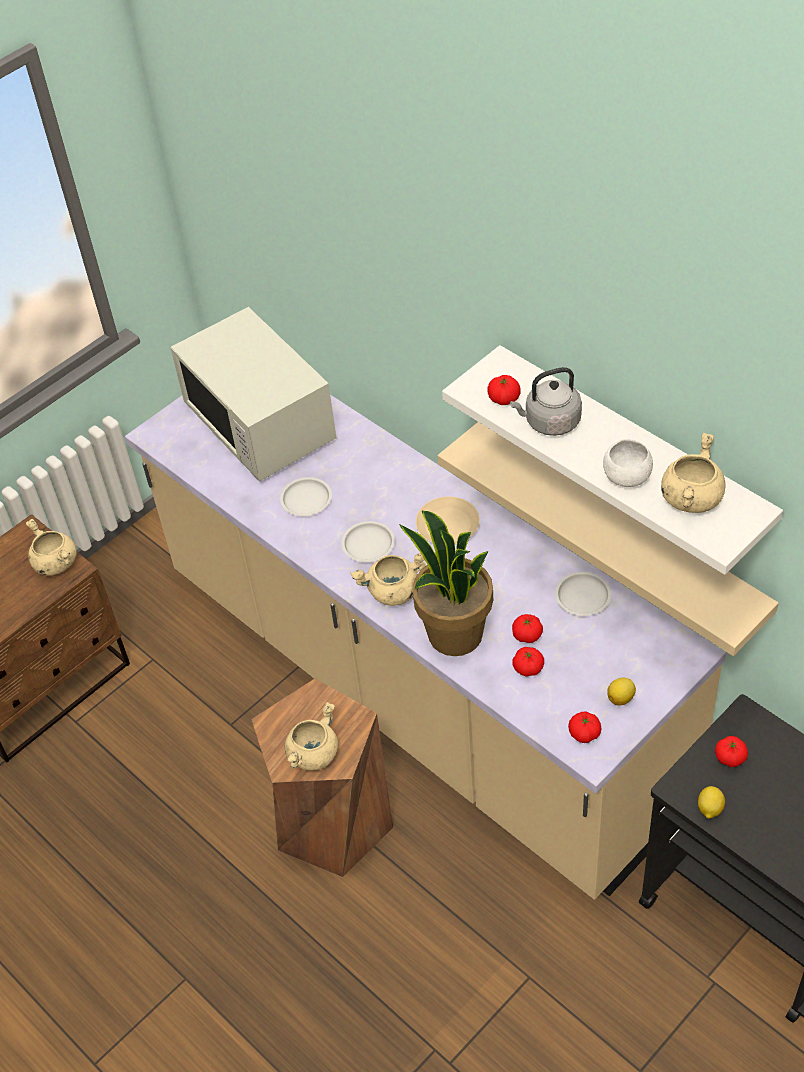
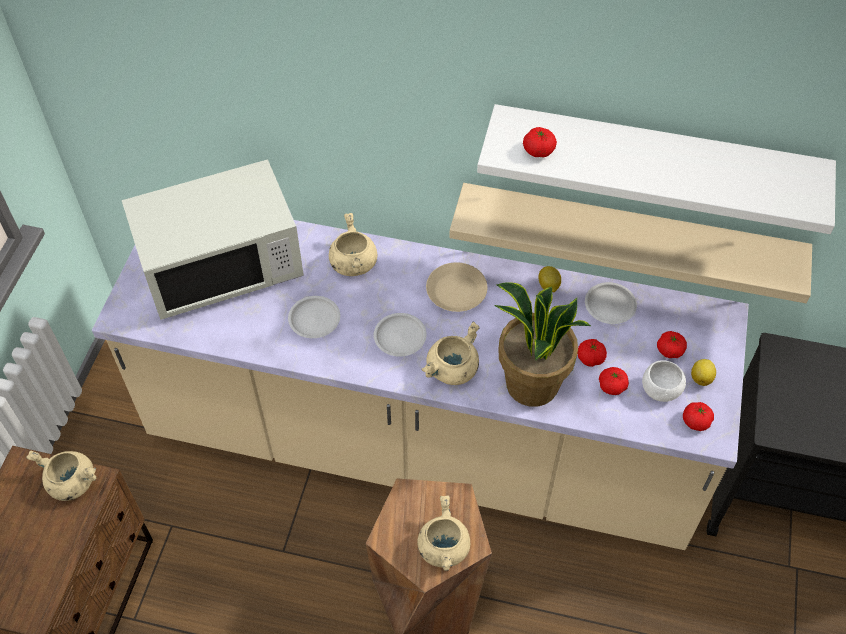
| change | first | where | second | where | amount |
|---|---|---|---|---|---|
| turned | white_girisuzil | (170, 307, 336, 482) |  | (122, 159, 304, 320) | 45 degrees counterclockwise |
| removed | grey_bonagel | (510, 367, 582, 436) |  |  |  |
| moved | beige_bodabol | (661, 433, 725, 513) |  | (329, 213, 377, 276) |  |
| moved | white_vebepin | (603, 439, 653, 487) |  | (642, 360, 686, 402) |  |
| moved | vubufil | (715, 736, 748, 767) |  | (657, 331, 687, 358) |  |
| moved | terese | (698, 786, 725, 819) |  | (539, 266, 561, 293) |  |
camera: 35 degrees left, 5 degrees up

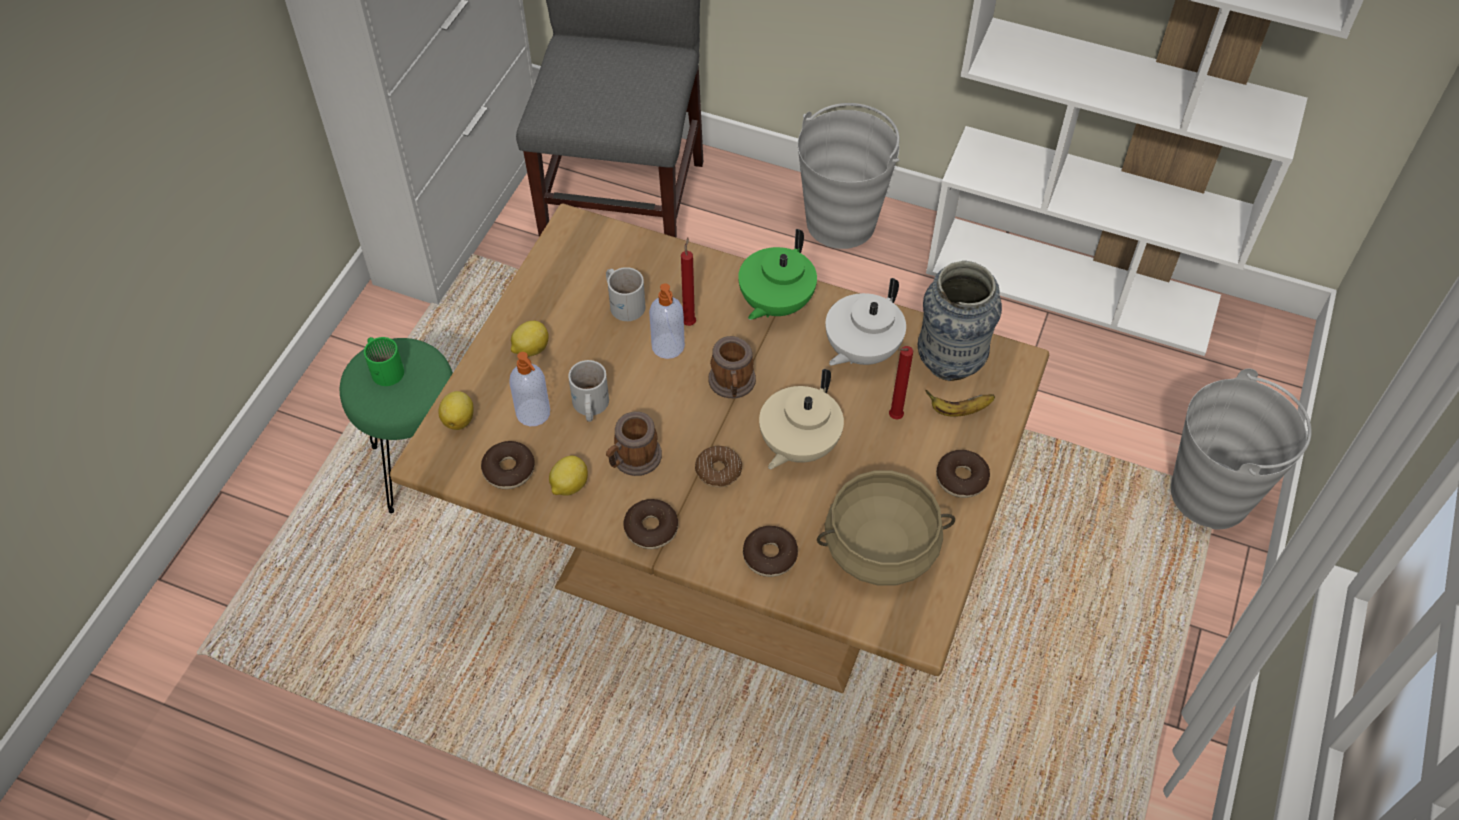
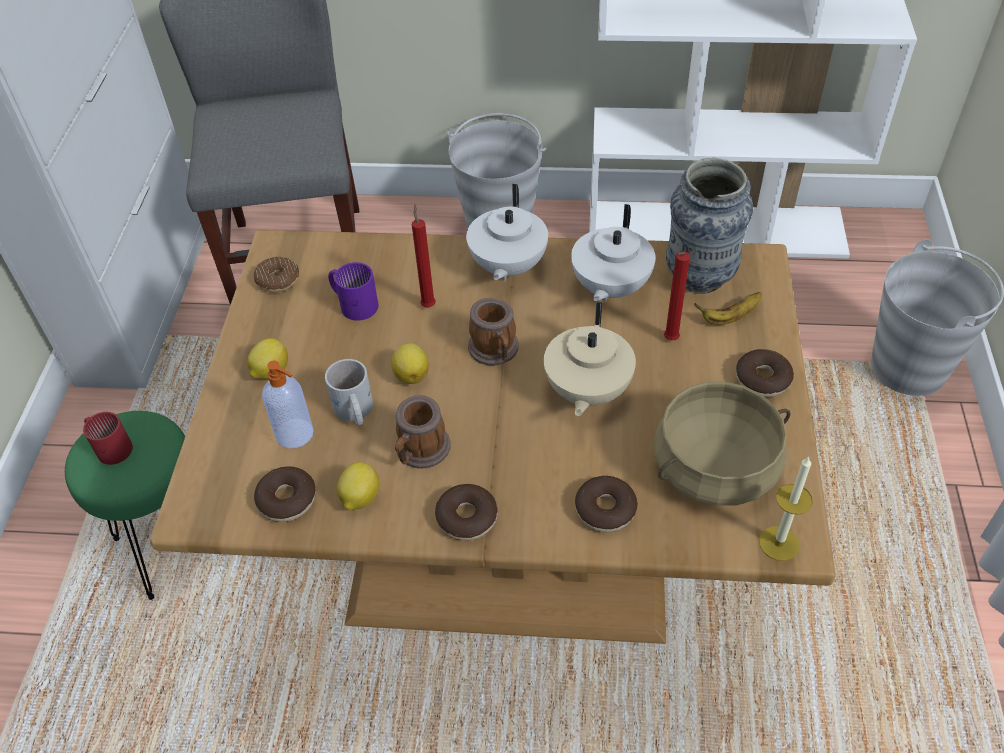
| change | first | where | second | where | amount |
|---|---|---|---|---|---|
| recoloured | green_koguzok | (738, 229, 817, 320) | white_koguzok | (466, 184, 548, 281) |  |
| recoloured | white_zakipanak | (606, 267, 646, 321) | purple_zakipanak | (328, 262, 378, 321) |  |
| removed | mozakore | (649, 283, 685, 359) |  |  |  |
| recoloured | green_zakipanak | (364, 337, 404, 386) | red_zakipanak | (83, 412, 133, 465) |  |
| moved | terese | (438, 391, 474, 430) |  | (391, 343, 429, 384) |  |
| moved | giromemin | (695, 446, 742, 487) |  | (254, 257, 299, 292) |  |
| added |  |  | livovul | (759, 457, 813, 561) |  |
camera: 15 degrees left, 5 degrees down

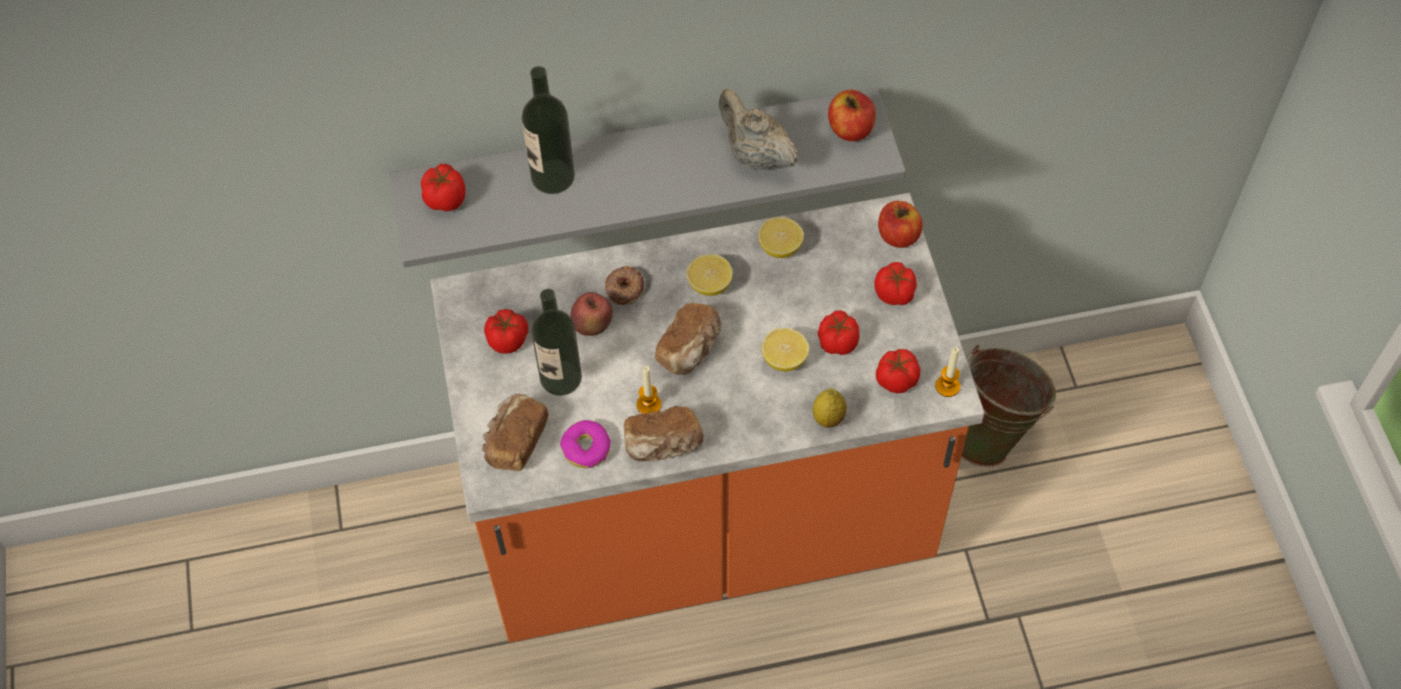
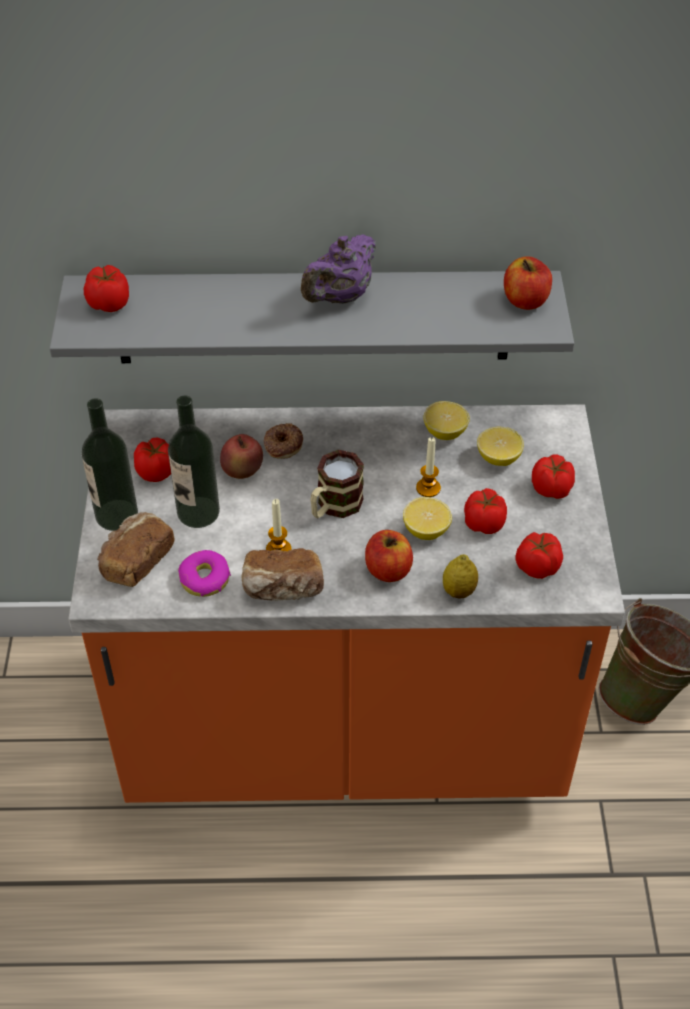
| change | first | where | second | where | amount |
|---|---|---|---|---|---|
| moved | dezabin | (522, 66, 575, 194) |  | (82, 398, 138, 531) |  |
| removed | beige_koguzok | (719, 89, 799, 170) |  |  |  |
| moved | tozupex | (878, 201, 923, 248) |  | (365, 530, 413, 582) |  |
| moved | terese | (686, 254, 733, 296) |  | (477, 427, 524, 466) |  |
| replaced | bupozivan | (655, 303, 721, 375) | zakipanak | (310, 450, 364, 518) |  |
| moved | livovul | (935, 347, 960, 397) |  | (416, 437, 441, 497) |  |
| added |  |  | purple_koguzok | (301, 234, 376, 304) |  |
camera: 10 degrees right, 10 degrees down

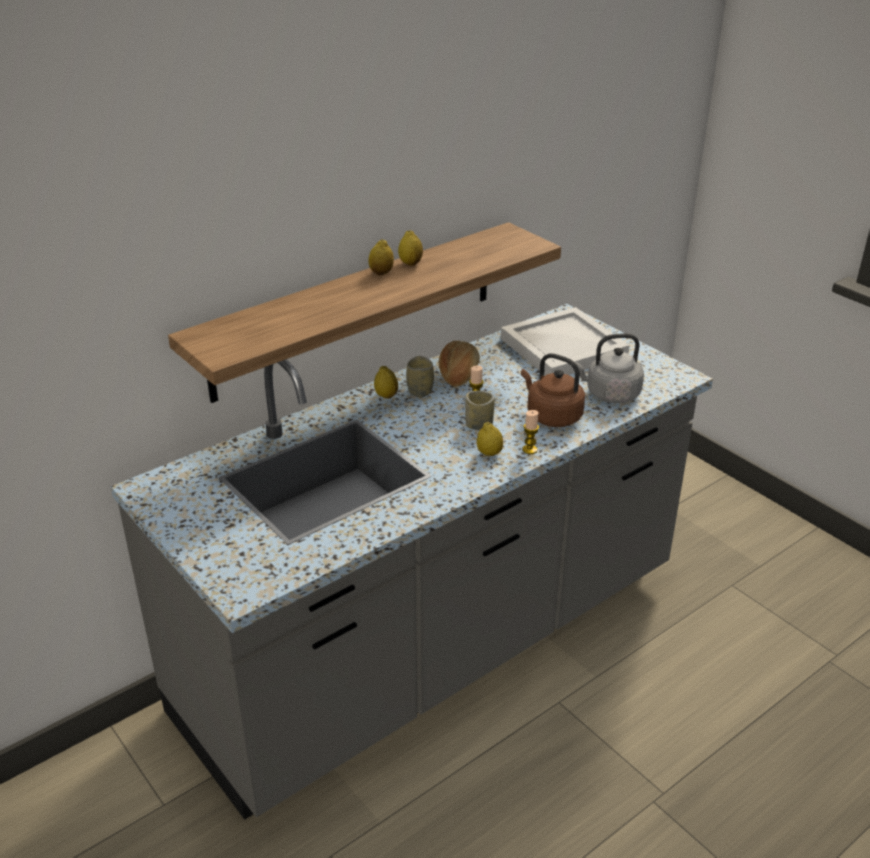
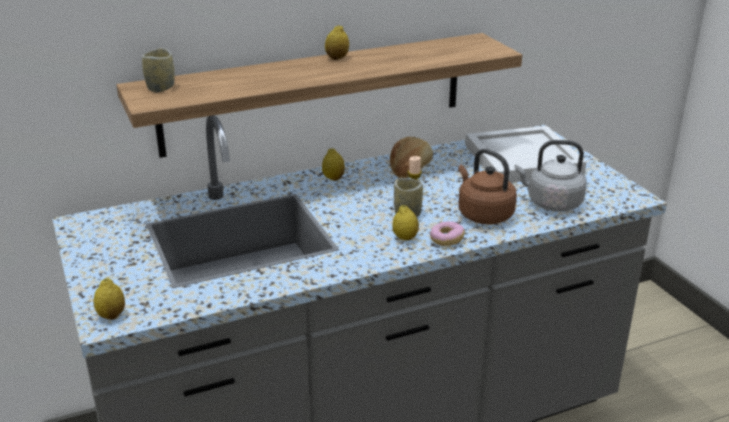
| change | first | where | second | where | amount |
|---|---|---|---|---|---|
| moved | terese | (398, 230, 423, 266) |  | (93, 278, 125, 320) |  |
| moved | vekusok | (406, 356, 434, 397) |  | (142, 48, 175, 92) |  |
| replaced | livovul | (522, 410, 539, 454) | giromemin | (430, 221, 465, 246) |  |
camera: 15 degrees right, 5 degrees down

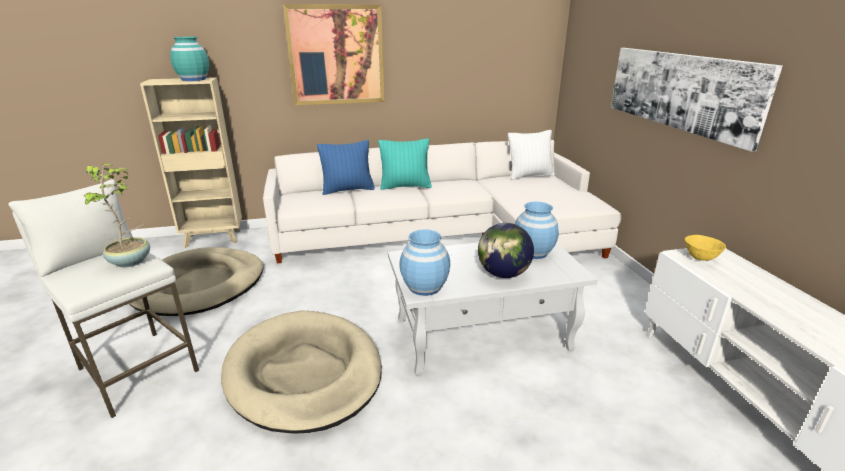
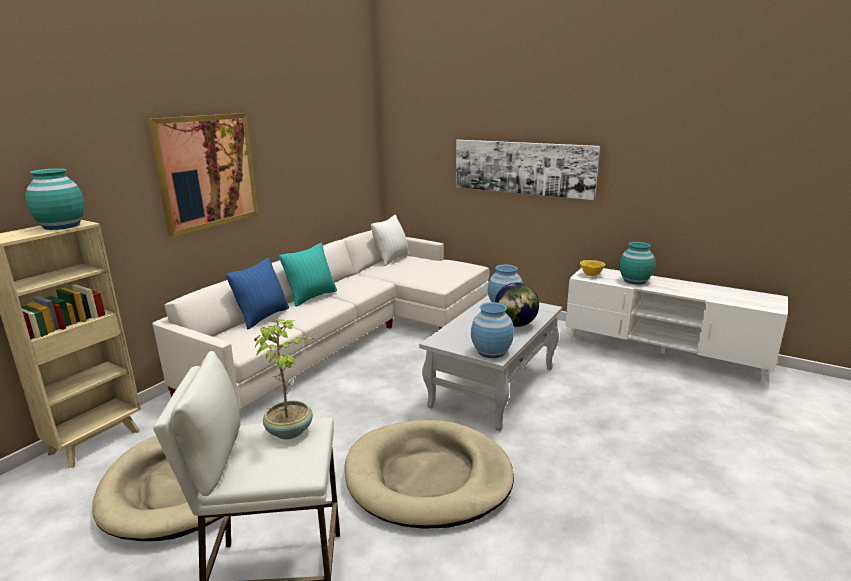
| change | first | where | second | where | amount |
|---|---|---|---|---|---|
| added |  |  | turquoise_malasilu | (619, 242, 655, 285) |  |
camera: 45 degrees left, 5 degrees down

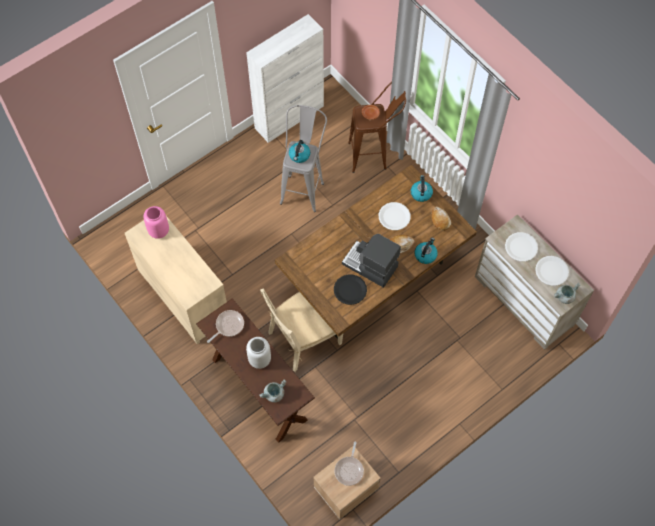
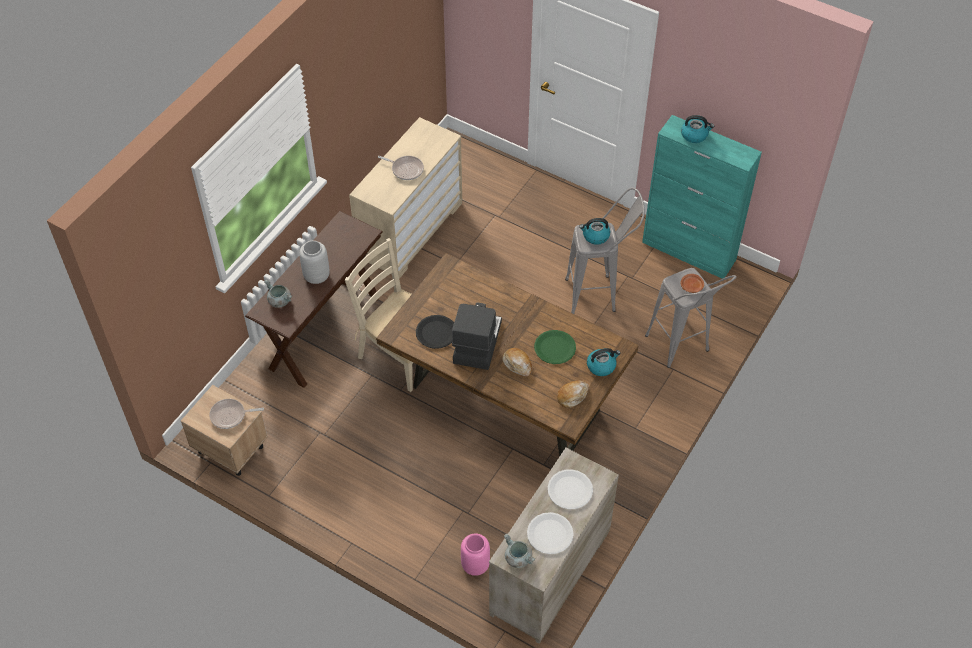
| change | first | where | second | where | amount |
|---|---|---|---|---|---|
| recoloured | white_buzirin | (246, 14, 324, 143) | turquoise_buzirin | (642, 115, 762, 279) |  |
| recoloured | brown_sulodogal | (348, 81, 406, 173) | grey_sulodogal | (645, 268, 737, 368) |  |
| recoloured | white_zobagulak | (379, 202, 411, 230) | green_zobagulak | (534, 330, 576, 364) |  |
| moved | pink_malasilu | (143, 206, 169, 239) |  | (461, 533, 490, 576) |  |
| moved | bonagel | (414, 238, 438, 264) |  | (681, 115, 714, 143) |  |
| moved | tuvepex | (207, 310, 244, 343) |  | (378, 156, 424, 180) |  |
camera: 70 degrees right, 10 degrees down

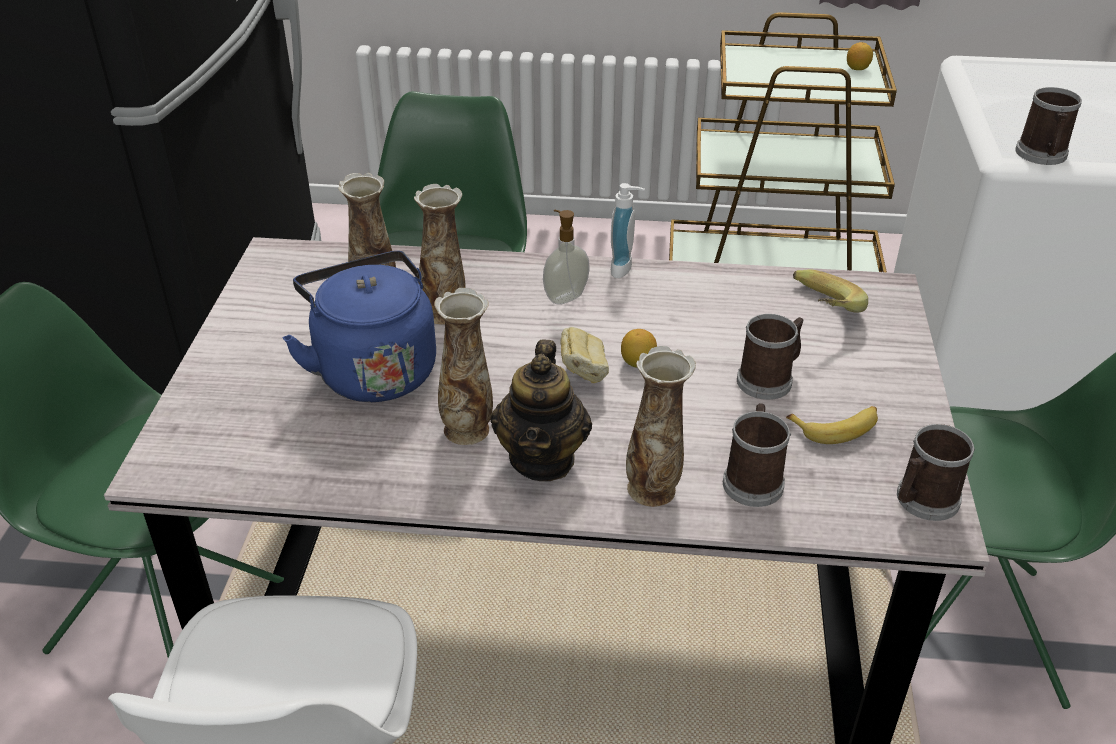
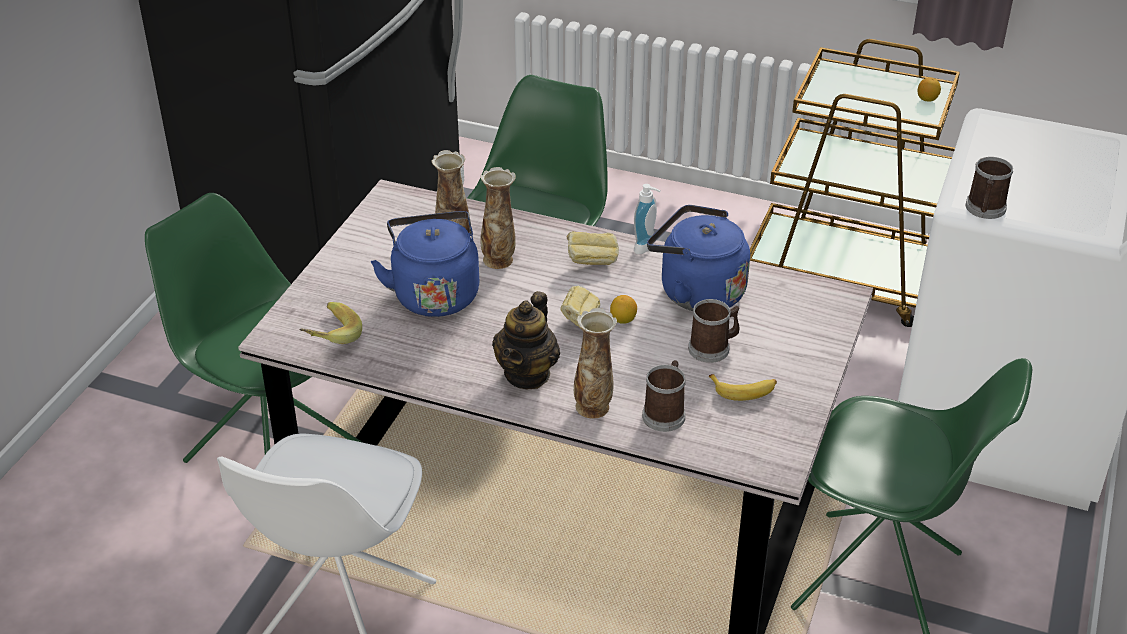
| change | first | where | second | where | amount |
|---|---|---|---|---|---|
| replaced | mozakore | (543, 210, 590, 305) | bupozivan | (567, 231, 619, 265) |  |
| moved | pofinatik | (793, 269, 868, 313) |  | (299, 302, 362, 344) |  |
| removed | malasilu | (434, 288, 493, 445) |  |  |  |
| removed | zakipanak | (897, 424, 975, 521) |  |  |  |
| added |  |  | blue_bonagel | (647, 205, 750, 311) |  |
camera: 15 degrees right, 0 degrees up

